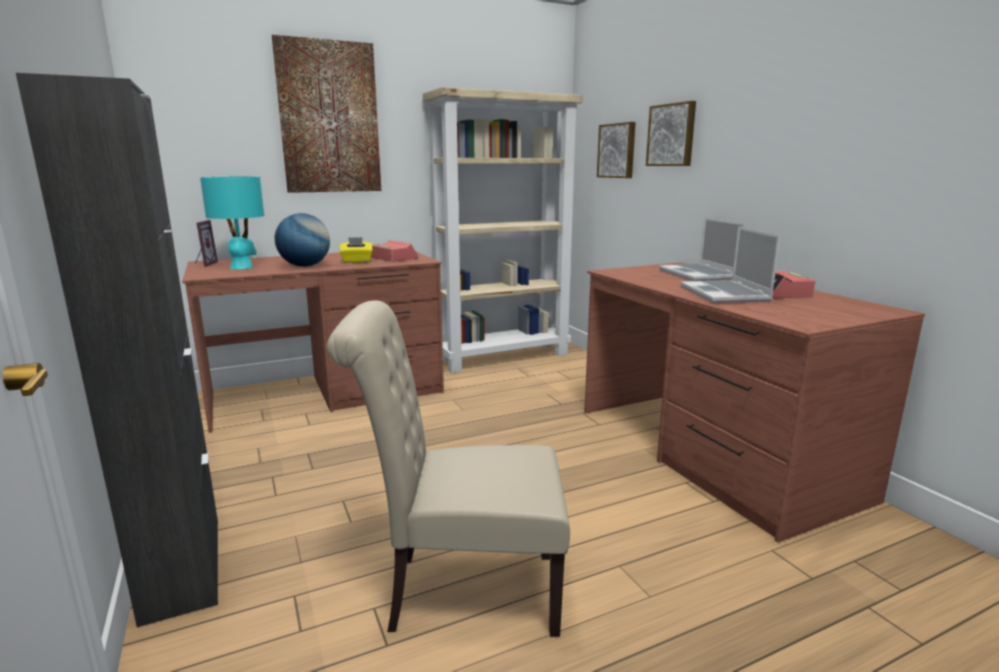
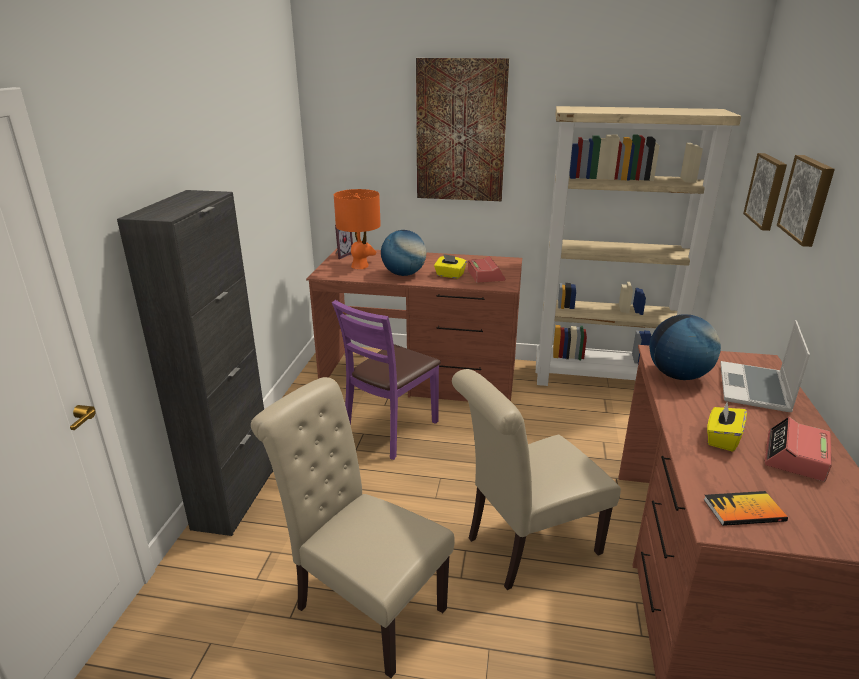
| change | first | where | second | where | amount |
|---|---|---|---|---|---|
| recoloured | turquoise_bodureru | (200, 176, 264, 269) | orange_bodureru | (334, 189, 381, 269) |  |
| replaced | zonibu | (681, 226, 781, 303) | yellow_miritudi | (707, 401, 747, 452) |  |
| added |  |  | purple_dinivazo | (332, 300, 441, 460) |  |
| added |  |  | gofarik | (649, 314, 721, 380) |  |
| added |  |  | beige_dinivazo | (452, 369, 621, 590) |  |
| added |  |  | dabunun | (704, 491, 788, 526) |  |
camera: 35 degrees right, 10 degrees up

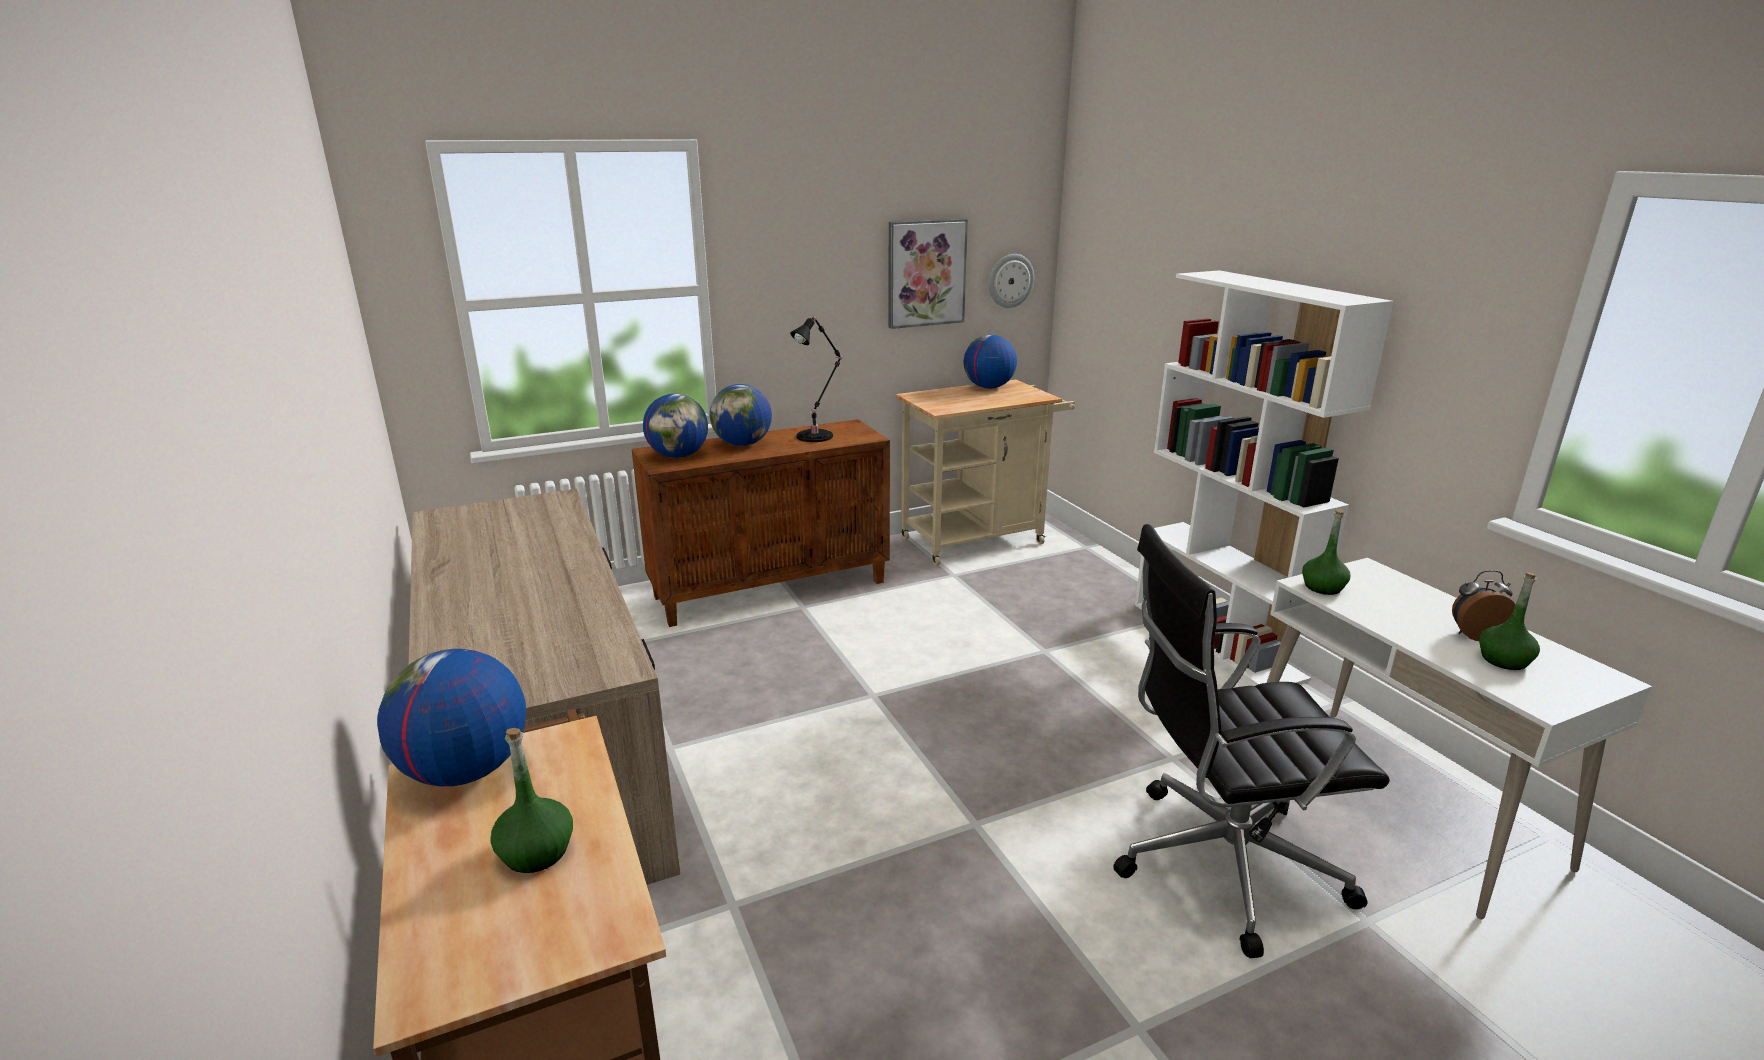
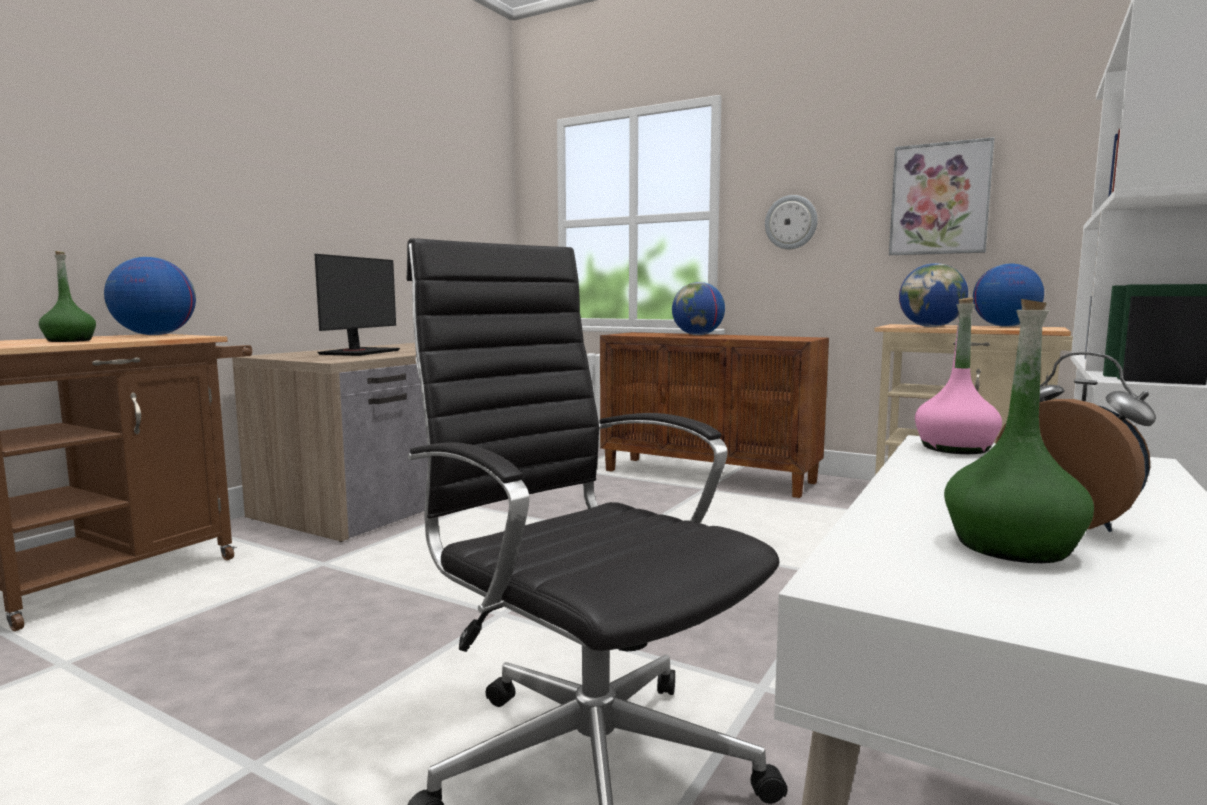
| change | first | where | second | where | amount |
|---|---|---|---|---|---|
| moved | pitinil | (989, 254, 1034, 308) |  | (765, 195, 818, 249) |  |
| removed | black_bodureru | (790, 316, 842, 442) |  |  |  |
| moved | gofarik | (643, 394, 708, 458) |  | (899, 263, 968, 327) |  |
| recoloured | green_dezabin | (1302, 509, 1350, 595) | pink_dezabin | (915, 298, 1002, 454) |  |
| added |  |  | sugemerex | (315, 254, 400, 356) |  |
camera: 55 degrees right, 15 degrees down

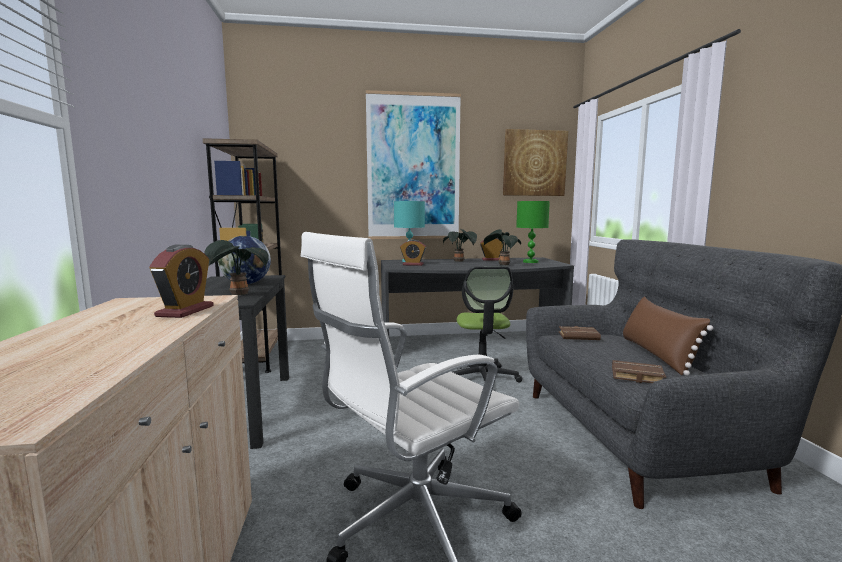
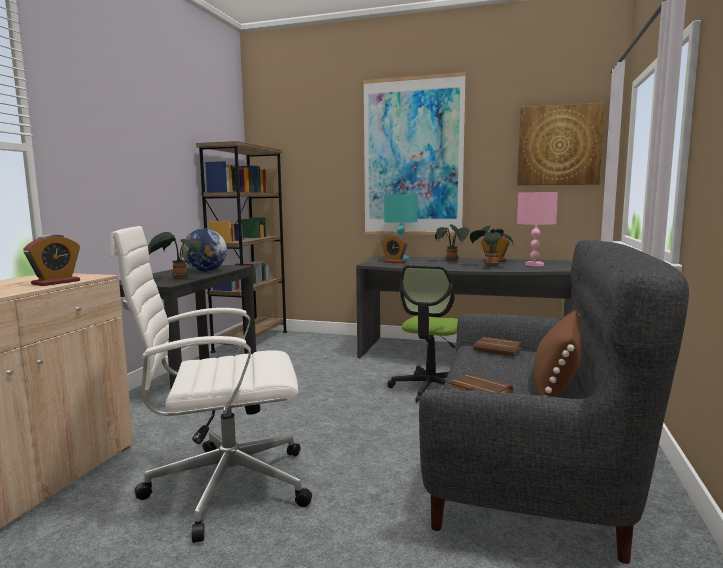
| change | first | where | second | where | amount |
|---|---|---|---|---|---|
| recoloured | green_bodureru | (516, 201, 550, 263) | pink_bodureru | (517, 192, 558, 266) |  |
camera: 25 degrees right, 0 degrees up

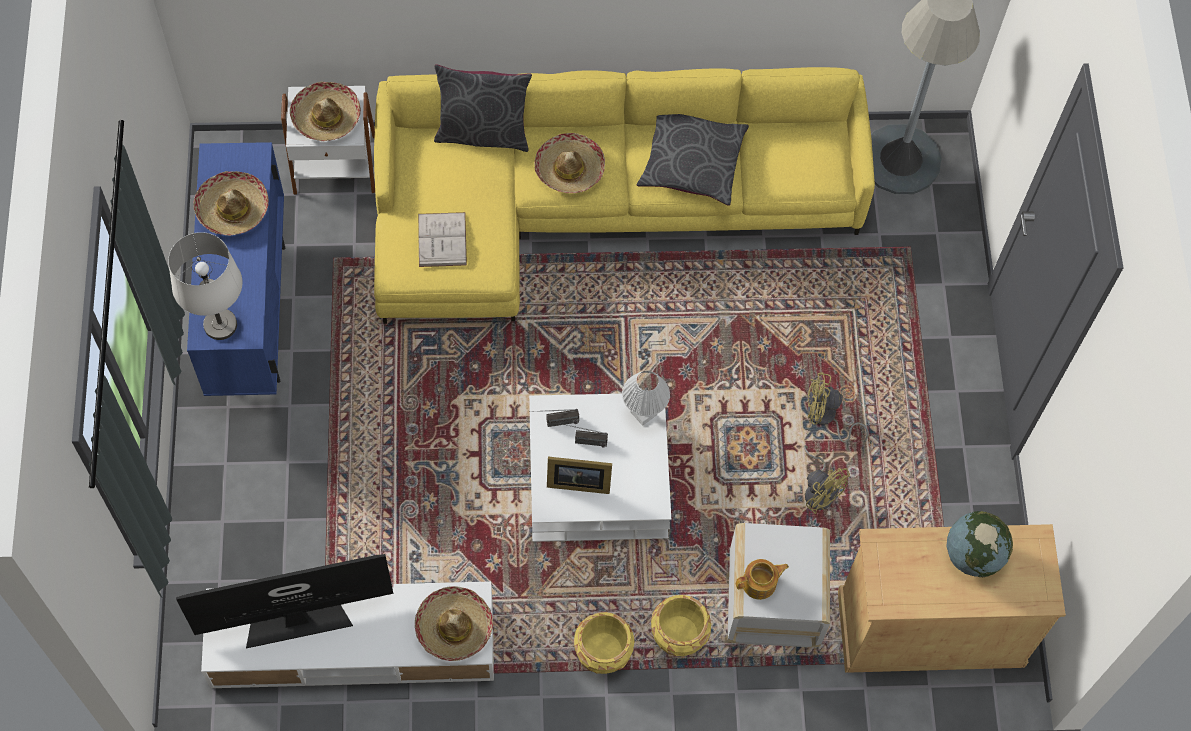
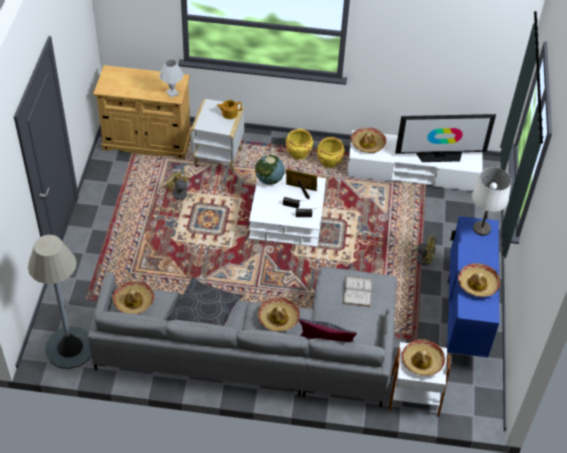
| change | first | where | second | where | amount |
|---|---|---|---|---|---|
| recoloured | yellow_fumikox | (374, 67, 875, 324) | grey_fumikox | (88, 267, 397, 407) |  |
| moved | white_bodureru | (622, 371, 670, 426) |  | (159, 60, 183, 97) |  |
| moved | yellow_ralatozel | (807, 372, 869, 442) |  | (402, 236, 435, 266) |  |
| moved | gofarik | (947, 511, 1013, 577) |  | (255, 155, 285, 185) |  |
| moved | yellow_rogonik | (651, 595, 711, 656) |  | (317, 137, 345, 168) |  |
| added |  |  | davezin | (112, 281, 155, 314) |  |
camera: 170 degrees left, 15 degrees down

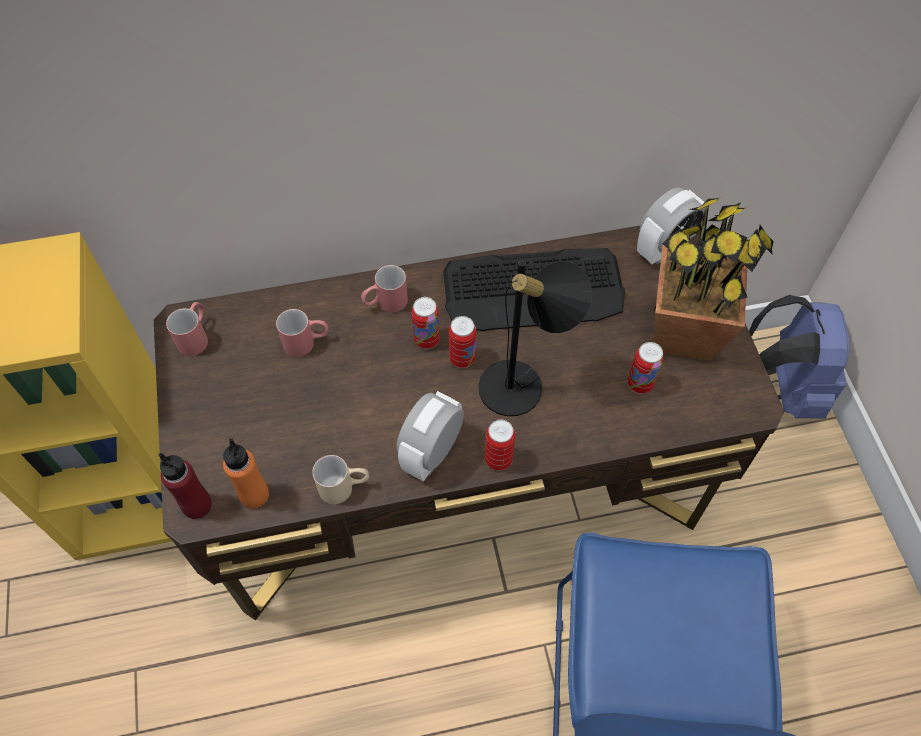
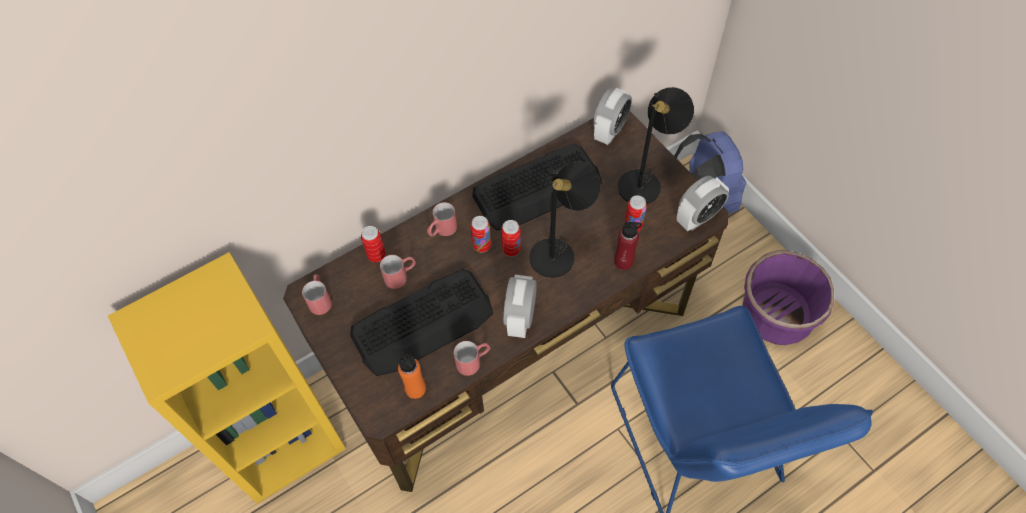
| change | first | where | second | where | amount |
|---|---|---|---|---|---|
| replaced | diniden | (654, 196, 774, 361) | black_bodureru | (618, 87, 694, 204) |  |
| moved | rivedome | (485, 419, 515, 471) |  | (361, 226, 386, 262) |  |
| moved | red_dezabin | (159, 453, 212, 519) |  | (614, 221, 642, 270) |  |
| recoloured | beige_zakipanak | (312, 455, 369, 504) | red_zakipanak | (454, 341, 490, 376) |  |
| added |  |  | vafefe | (677, 176, 729, 231) |  |
| added |  |  | purple_rogonik | (742, 250, 834, 345) |  |
| added |  |  | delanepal | (350, 269, 493, 376) |  |
camera: 20 degrees left, 0 degrees up

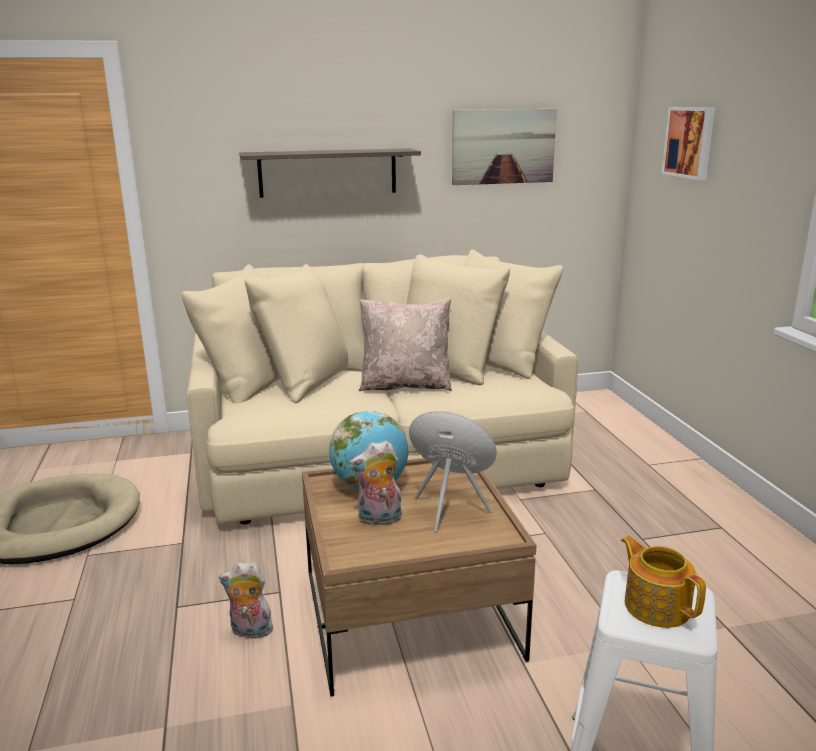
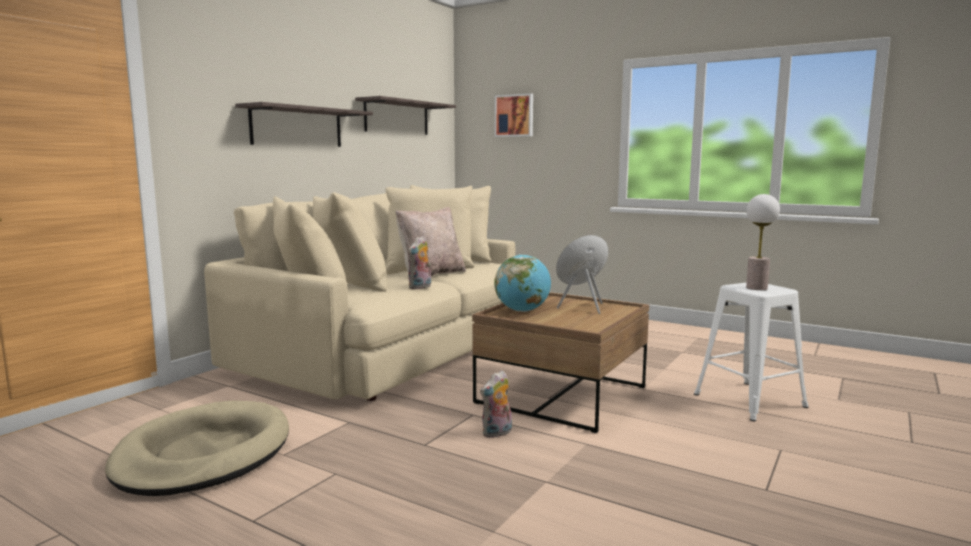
| change | first | where | second | where | amount |
|---|---|---|---|---|---|
| replaced | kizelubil | (452, 109, 557, 185) | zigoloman | (355, 96, 456, 135) |  |
| moved | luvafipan | (349, 441, 402, 526) |  | (408, 236, 431, 290) |  |
| replaced | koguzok | (621, 536, 706, 628) | bodureru | (746, 194, 780, 290) |  |
camera: 45 degrees left, 10 degrees down

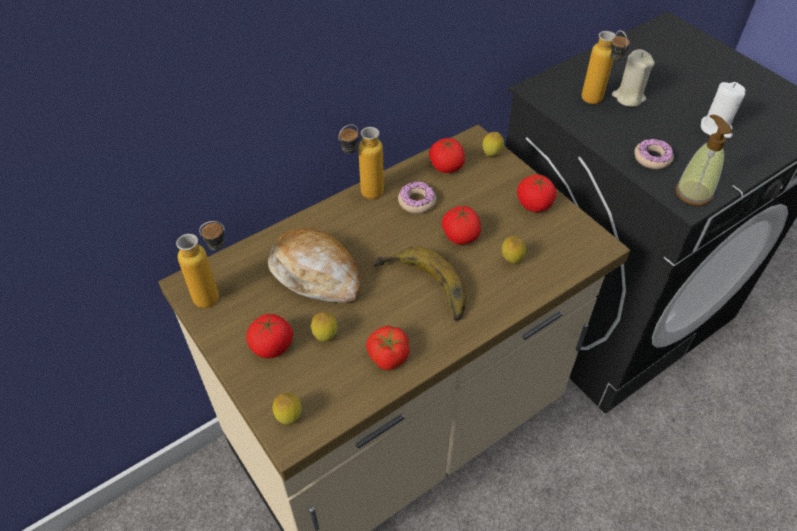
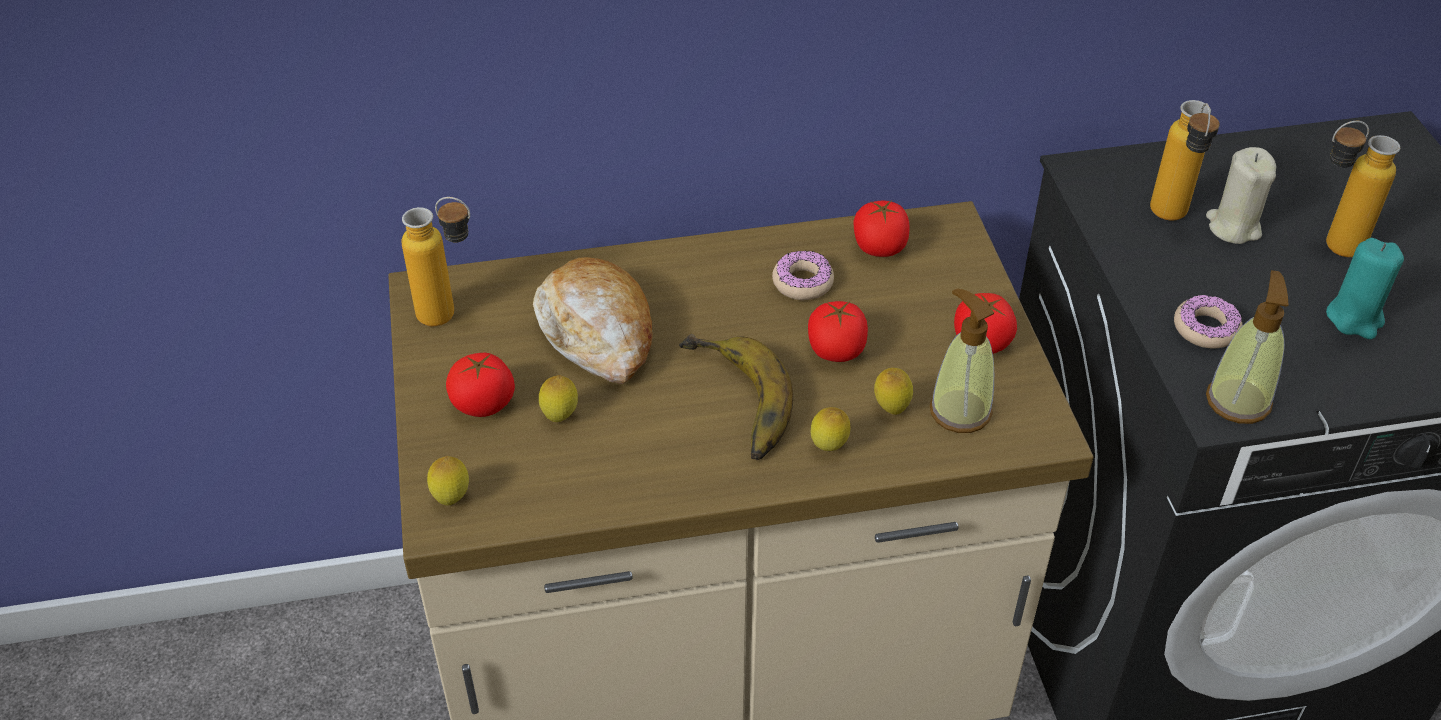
| change | first | where | second | where | amount |
|---|---|---|---|---|---|
| recoloured | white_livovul | (701, 82, 746, 138) | turquoise_livovul | (1326, 238, 1404, 339) |  |
| moved | dezabin | (338, 124, 384, 199) |  | (1326, 121, 1400, 257) |  |
| moved | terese | (482, 132, 504, 157) |  | (811, 407, 851, 451) |  |
| removed | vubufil | (366, 325, 410, 370) |  |  |  |
| added |  |  | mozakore | (930, 288, 994, 433) |  |
camera: 25 degrees right, 5 degrees down

